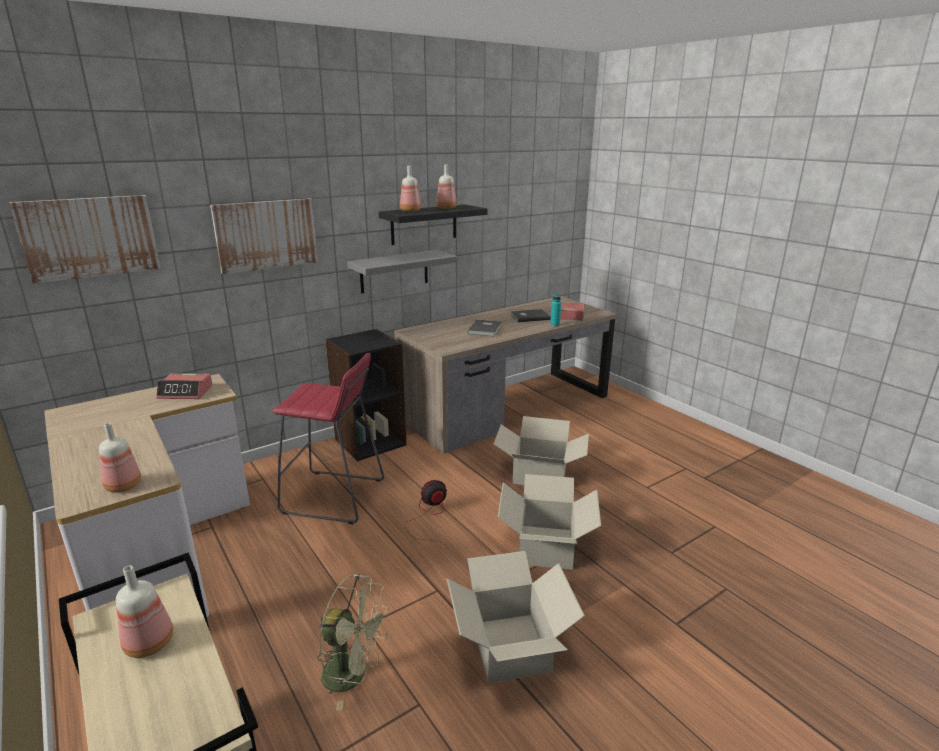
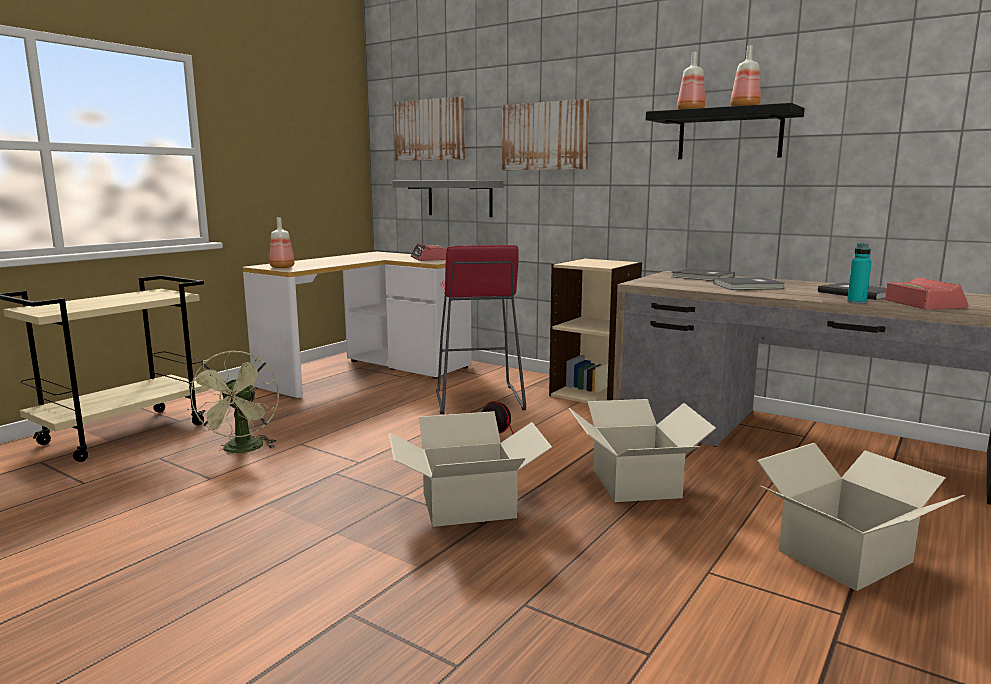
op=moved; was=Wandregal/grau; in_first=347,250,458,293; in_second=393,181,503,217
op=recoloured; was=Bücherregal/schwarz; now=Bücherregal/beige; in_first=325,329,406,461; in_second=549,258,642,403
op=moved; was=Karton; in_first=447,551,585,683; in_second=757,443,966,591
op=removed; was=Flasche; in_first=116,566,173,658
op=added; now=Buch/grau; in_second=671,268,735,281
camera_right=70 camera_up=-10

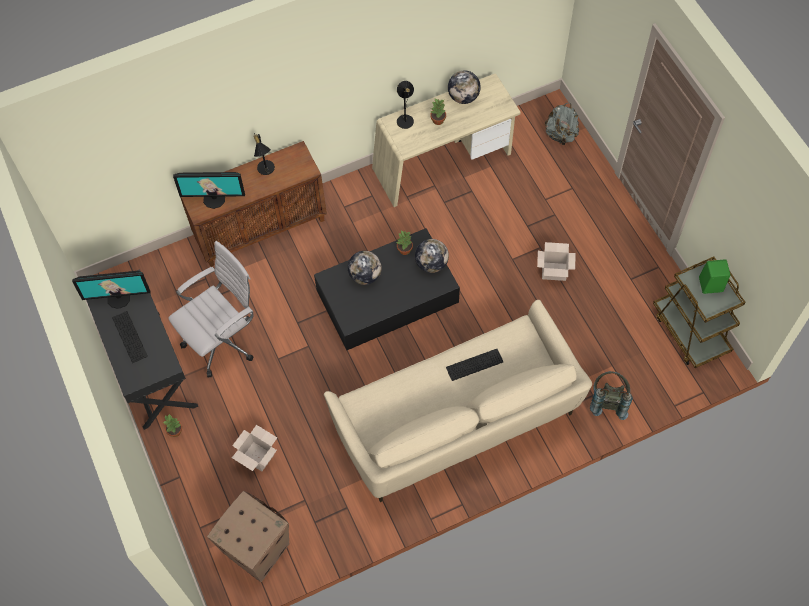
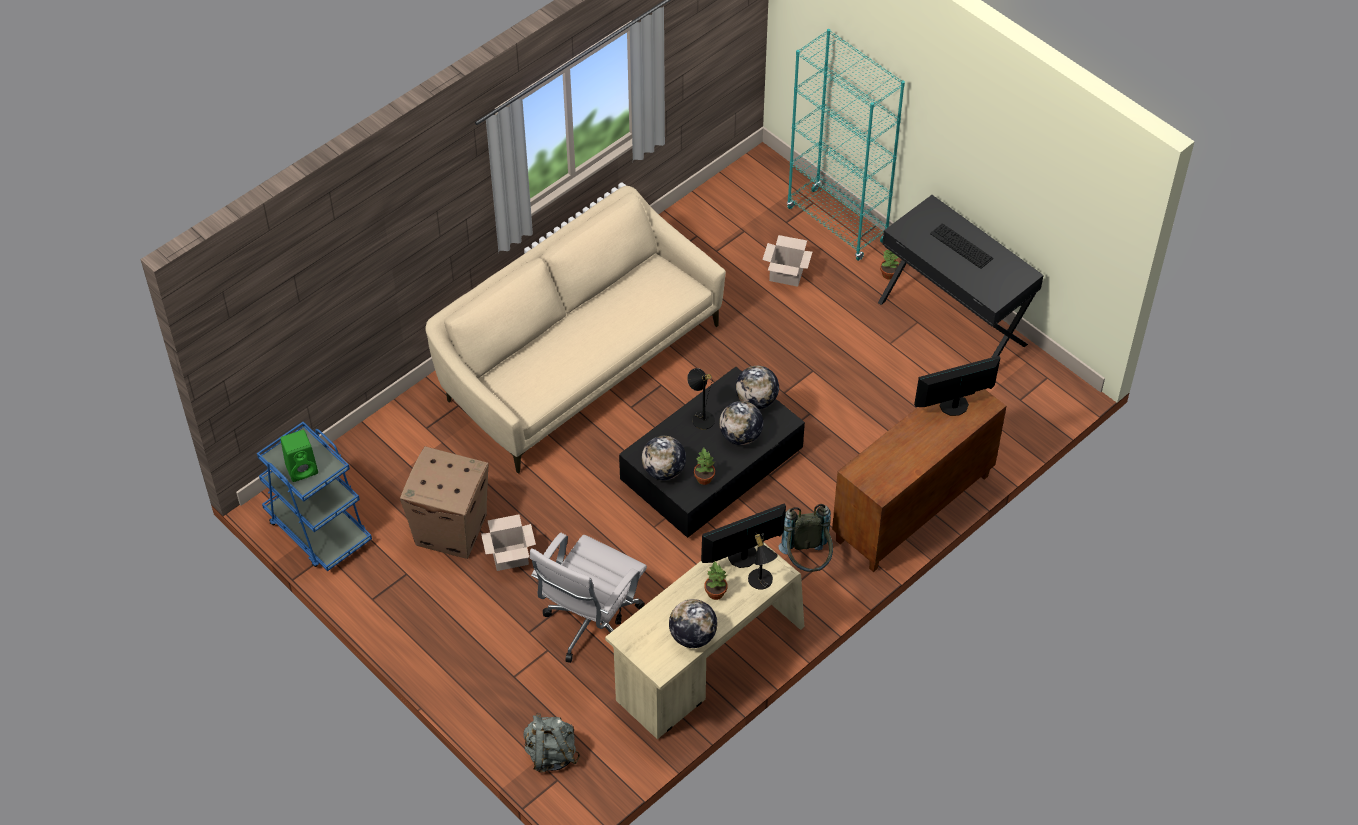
op=moved; was=Tischlampe/schwarz; in_first=254,133,275,175; in_second=687,368,715,430
op=moved; was=Bürostuhl/weiß; in_first=168,241,254,377; in_second=530,532,647,663
op=recoloured; was=Rollwagen/braun; now=Rollwagen/blau; in_first=653,257,746,368; in_second=257,422,372,571
op=moved; was=Monitor; in_first=72,271,150,309; in_second=701,503,786,568
op=removed; was=Tastatur; in_first=446,349,503,381
op=moved; was=Rucksack/grau; in_first=590,371,632,420; in_second=779,504,833,572
op=moved; was=Karton; in_first=207,491,290,582; in_second=400,446,489,559
op=added; now=Bücherregal/türkis; in_second=787,29,905,261
op=added; now=Globus; in_second=736,366,779,409
camera_right=160 camera_up=-10

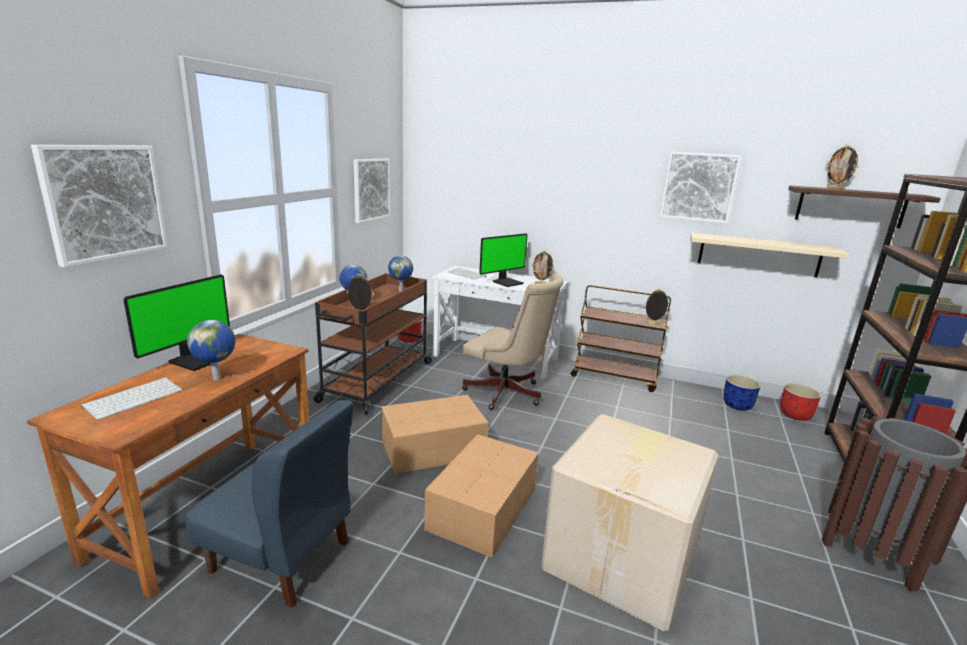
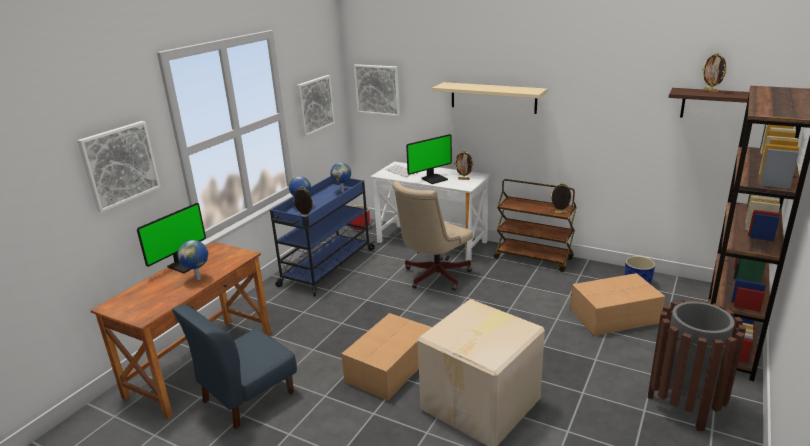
op=moved; was=Bild; in_first=660,152,741,224; in_second=354,64,400,116
op=moved; was=Wandregal/beige; in_first=691,233,849,277; in_second=432,82,548,114
op=recoloured; was=Rollwagen/braun; now=Rollwagen/blau; in_first=314,273,433,415; in_second=270,176,375,297
op=turned; was=Bürostuhl/beige; in_first=462,273,564,410; in_second=392,181,473,290; clockwise=90
op=removed; was=Tastatur; in_first=80,377,183,420
op=removed; was=Pflanzkübel/rot; in_first=781,384,821,421
op=moved; was=Karton; in_first=381,395,489,474; in_second=570,273,665,336
op=turned; was=Stuhl/blau; in_first=185,400,354,608; in_second=172,305,297,429; clockwise=105
camera_right=10 camera_up=5

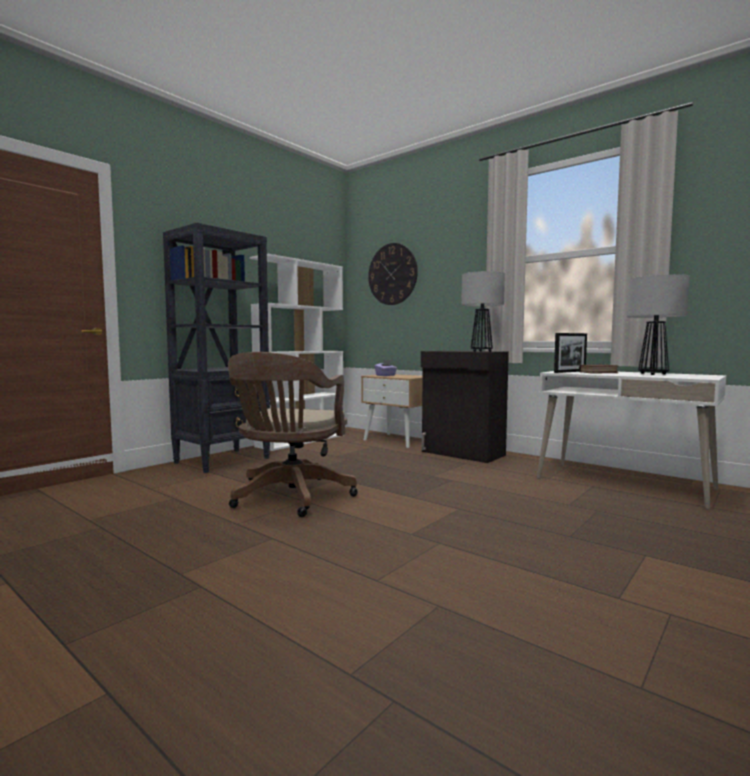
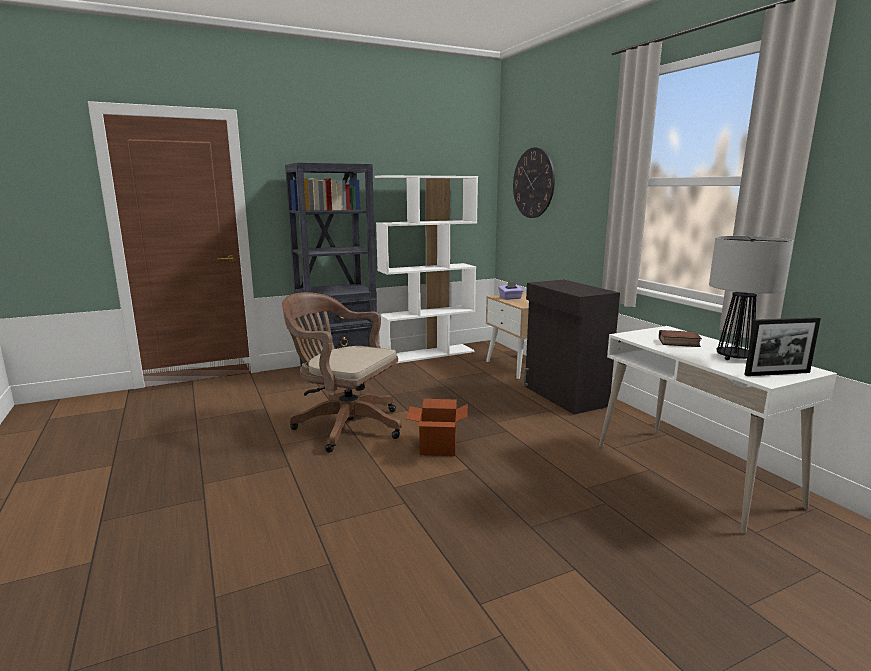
op=removed; was=Tischlampe; in_first=461,271,505,352
op=moved; was=Bilderrahmen; in_first=554,333,587,373; in_second=744,317,821,376
op=turned; was=Bürostuhl/braun; in_first=228,352,358,517; in_second=282,292,401,453; clockwise=75
op=added; now=Karton; in_second=406,399,468,456
camera_right=25 camera_up=10

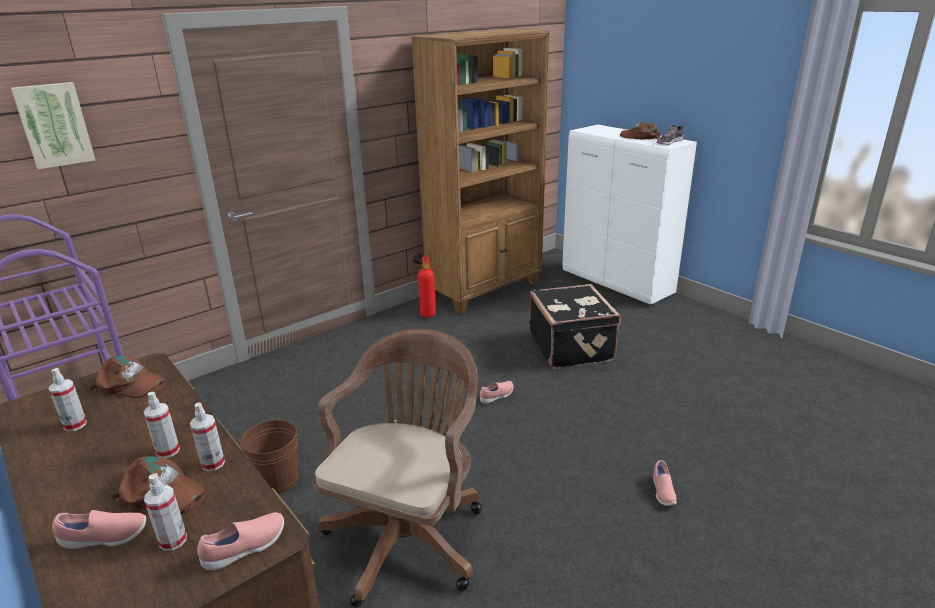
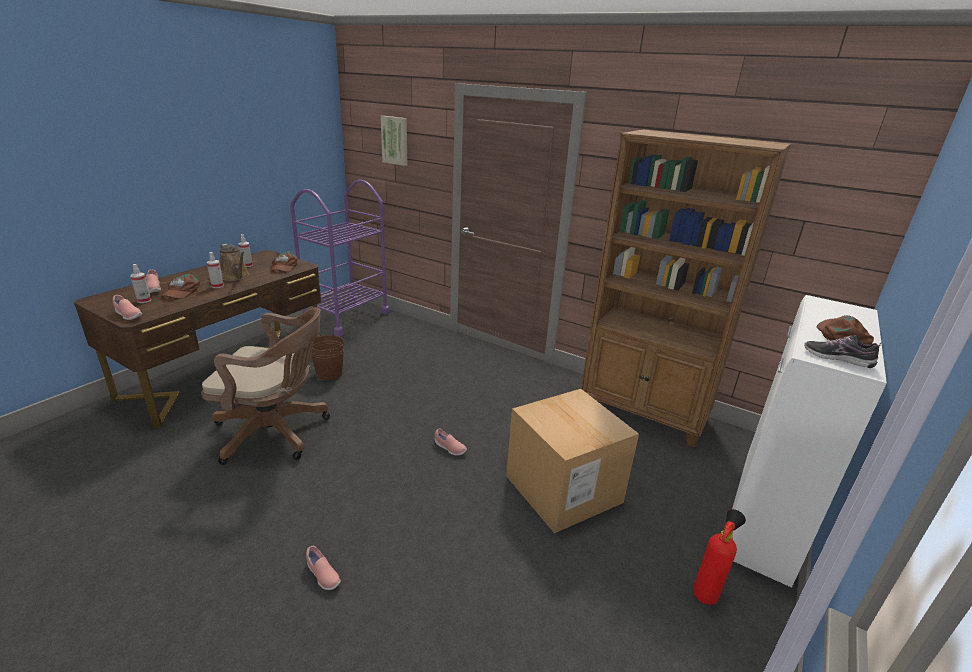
op=moved; was=Feuerlöscher; in_first=413,253,436,318; in_second=693,509,746,605
op=replaced; was=Koffer/schwarz; now=Karton; in_first=529,284,621,369; in_second=506,389,639,533
op=removed; was=Sprühflasche; in_first=190,402,225,472
op=turned; was=Schuh/rosa; in_first=653,460,677,506; in_second=306,546,341,590; clockwise=-120
op=added; now=Gießkanne/braun; in_second=219,244,249,281
camera_right=70 camera_up=0

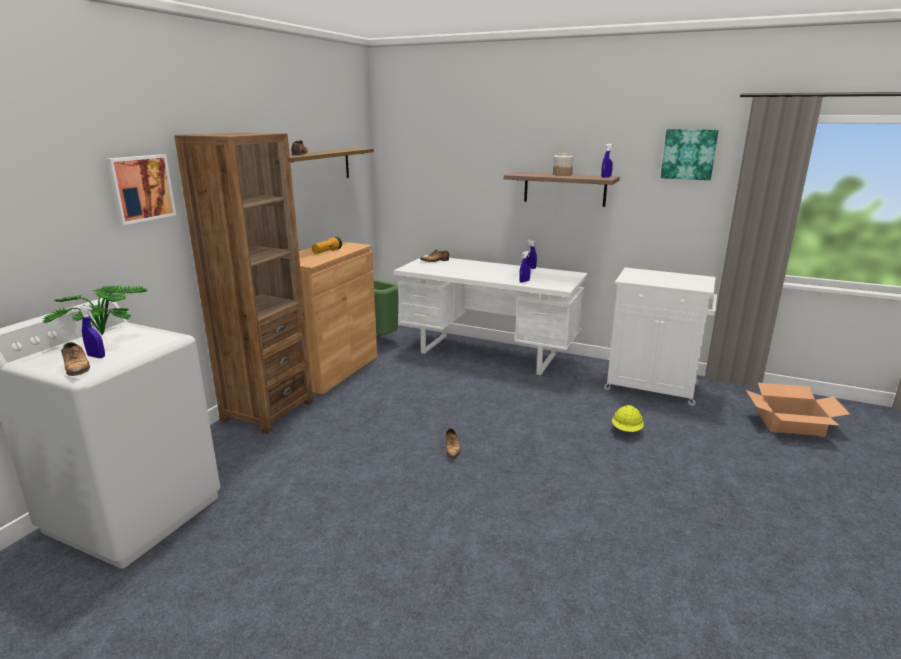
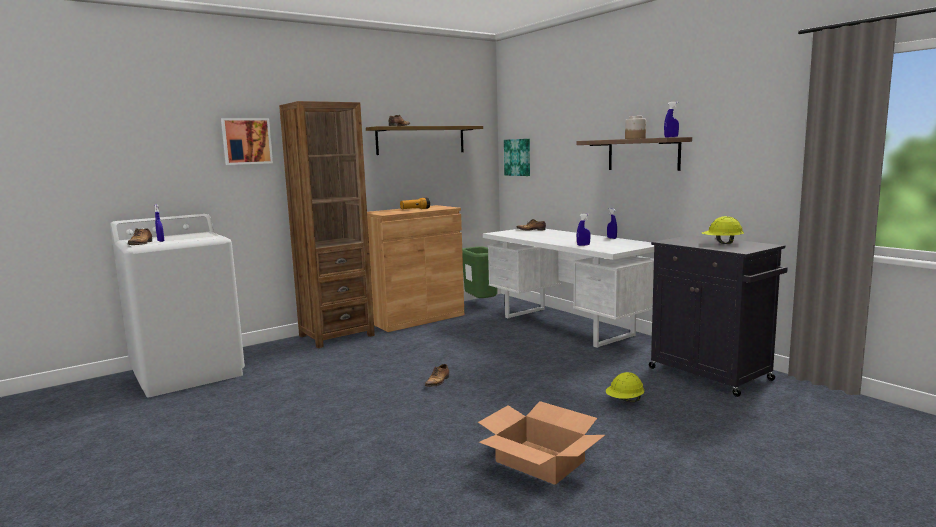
op=moved; was=Bild; in_first=660,129,718,180; in_second=504,139,530,176
op=recoloured; was=Schrank/weiß; now=Schrank/schwarz; in_first=604,268,717,406; in_second=649,235,788,397
op=removed; was=Topfpflanze; in_first=42,286,147,335
op=moved; was=Karton; in_first=746,383,850,436; in_second=478,401,605,485
op=added; now=Schutzhelm/gelb; in_second=702,216,744,244
camera_right=30 camera_up=-10

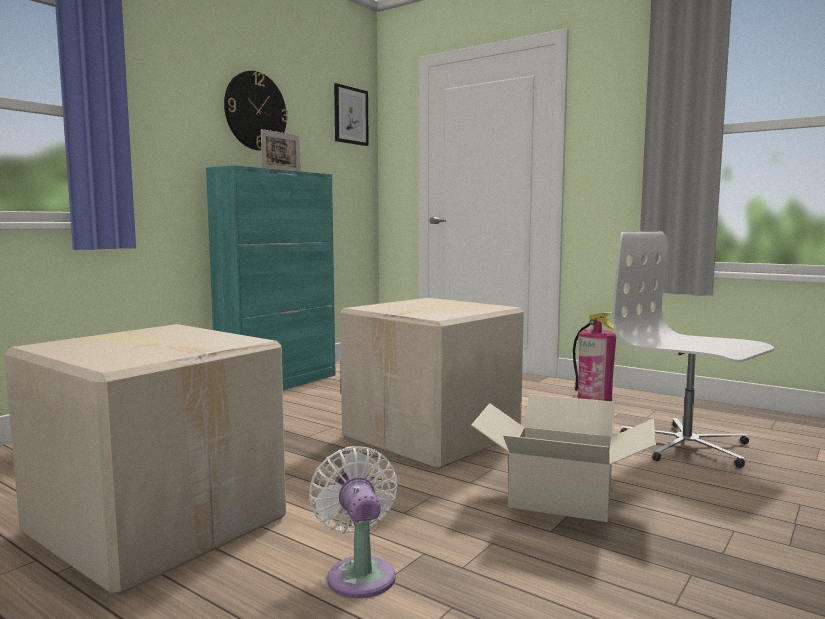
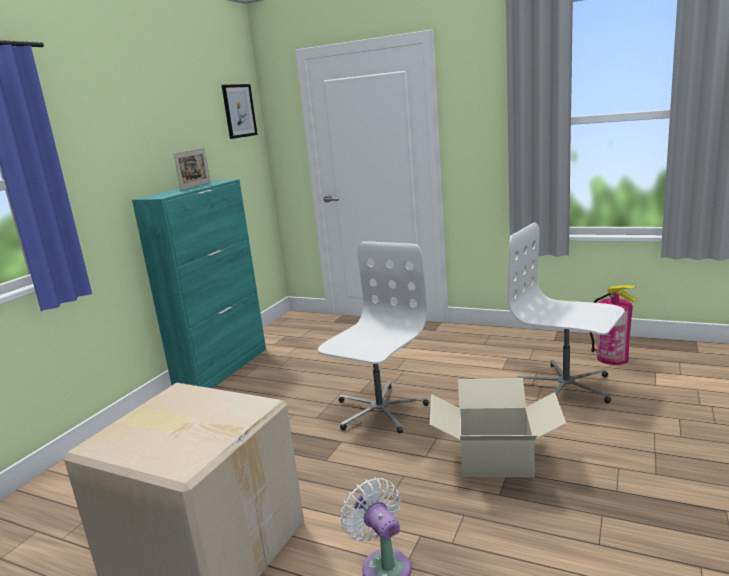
op=removed; was=Wanduhr; in_first=224,71,288,150
op=replaced; was=Karton; now=Bürostuhl/weiß; in_first=340,298,524,470; in_second=318,241,429,433
op=moved; was=Feuerlöscher; in_first=573,312,616,401; in_second=590,285,638,365
camera_right=-10 camera_up=10

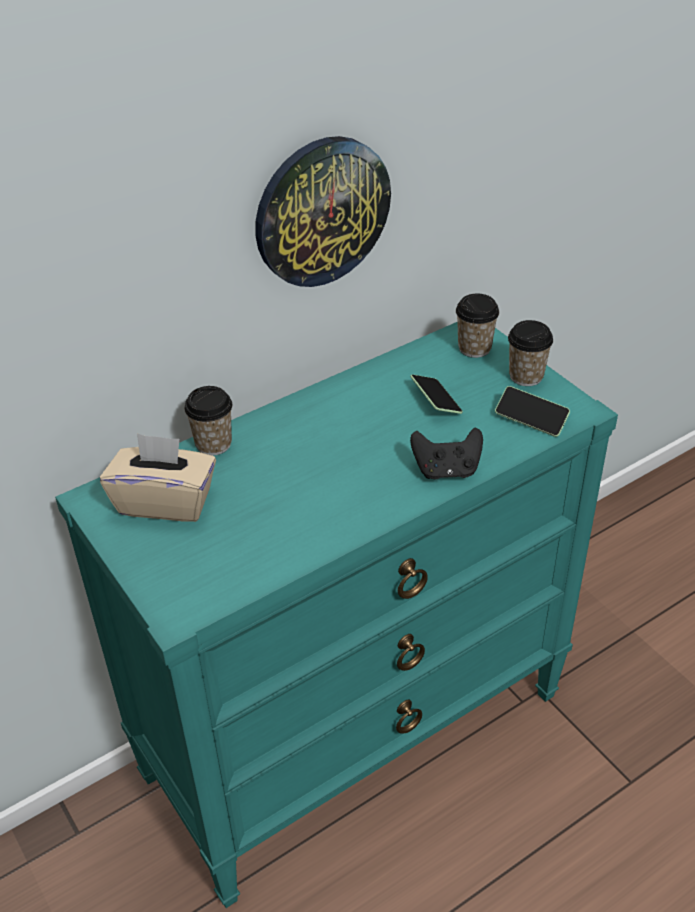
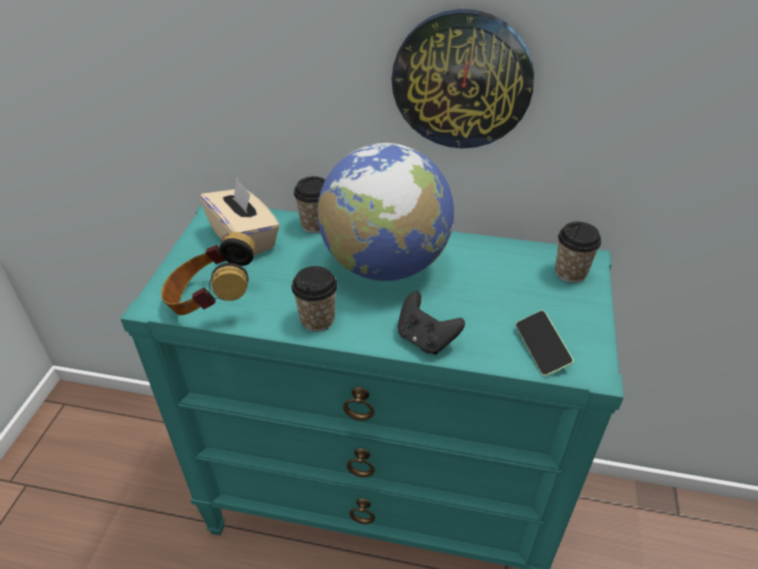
op=moved; was=Tasse; in_first=508,320,553,386; in_second=292,266,338,332
op=removed; was=Handy; in_first=410,375,463,414
op=added; now=Globus; in_second=317,143,454,281
op=added; now=Kopfhörer; in_second=161,232,256,315
camera_right=45 camera_up=0

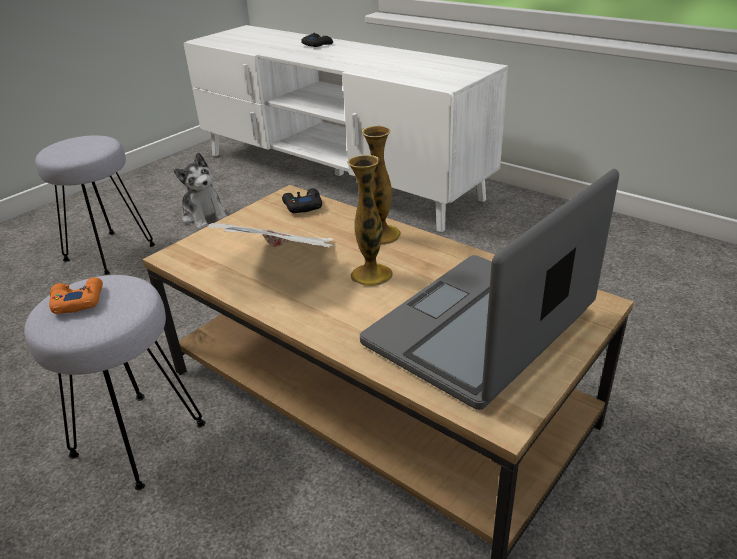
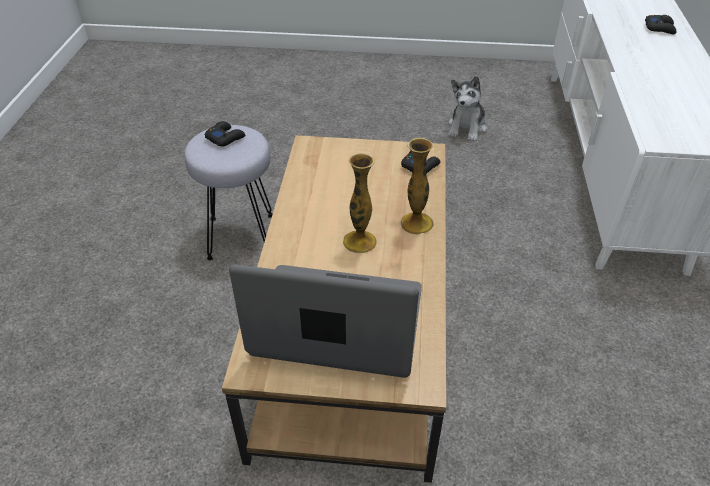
op=removed; was=Hocker/grau; in_first=35,135,155,275
op=removed; was=Zeitung; in_first=207,223,335,248
op=recoloured; was=Gamepad/orange; now=Gamepad/schwarz; in_first=49,277,103,314; in_second=205,121,245,147
camera_right=55 camera_up=10

